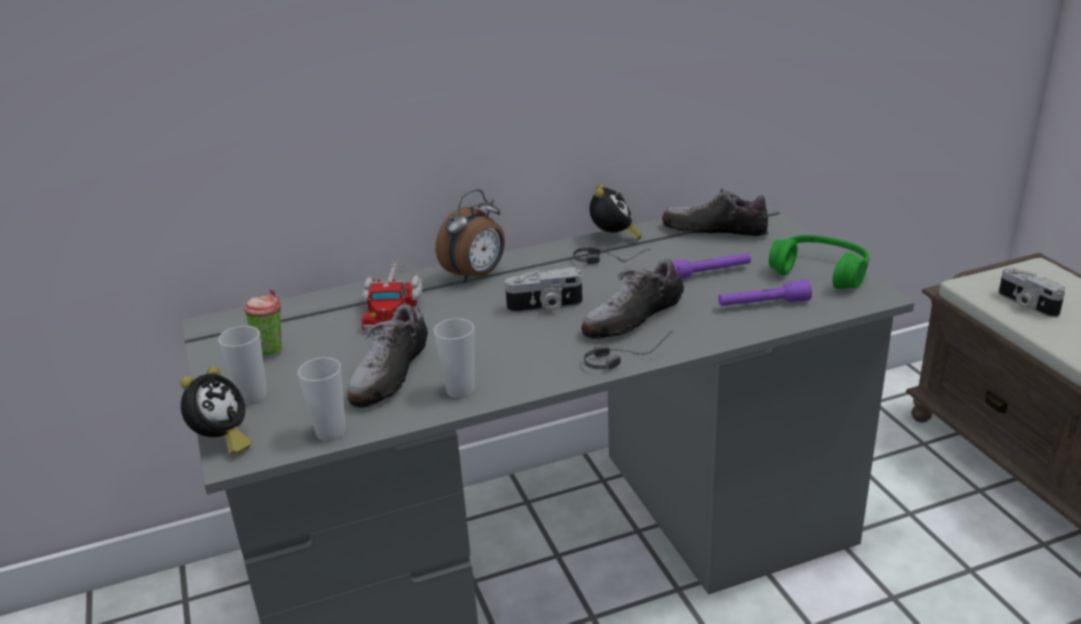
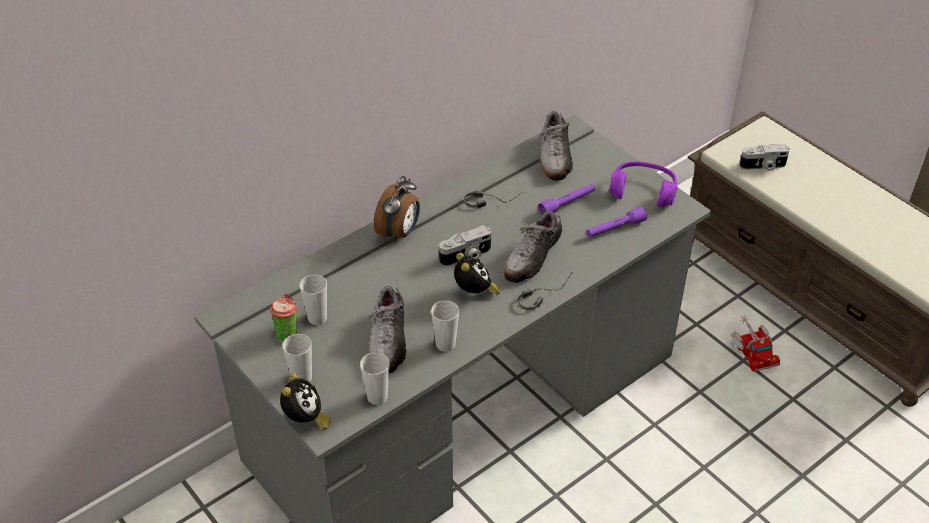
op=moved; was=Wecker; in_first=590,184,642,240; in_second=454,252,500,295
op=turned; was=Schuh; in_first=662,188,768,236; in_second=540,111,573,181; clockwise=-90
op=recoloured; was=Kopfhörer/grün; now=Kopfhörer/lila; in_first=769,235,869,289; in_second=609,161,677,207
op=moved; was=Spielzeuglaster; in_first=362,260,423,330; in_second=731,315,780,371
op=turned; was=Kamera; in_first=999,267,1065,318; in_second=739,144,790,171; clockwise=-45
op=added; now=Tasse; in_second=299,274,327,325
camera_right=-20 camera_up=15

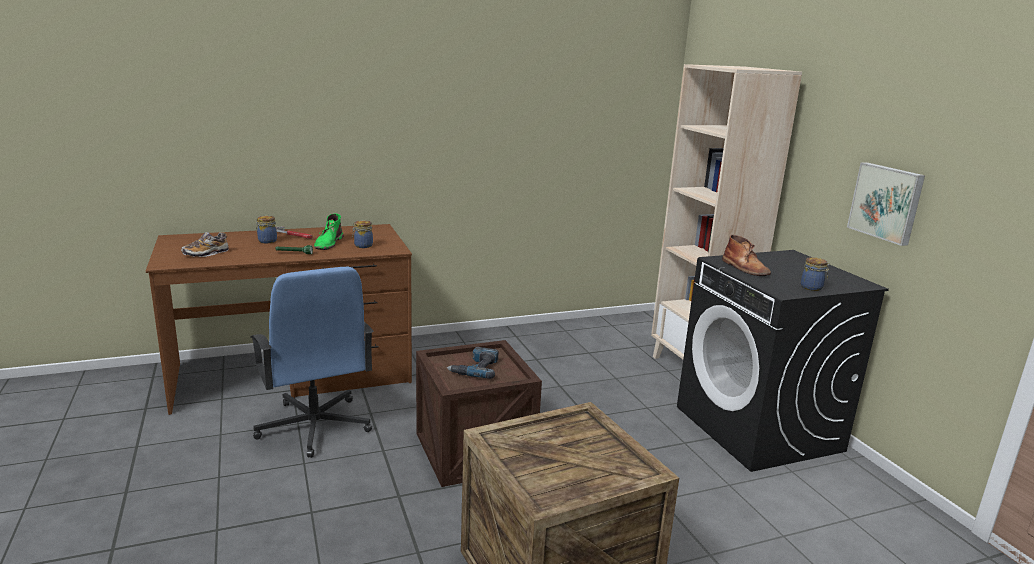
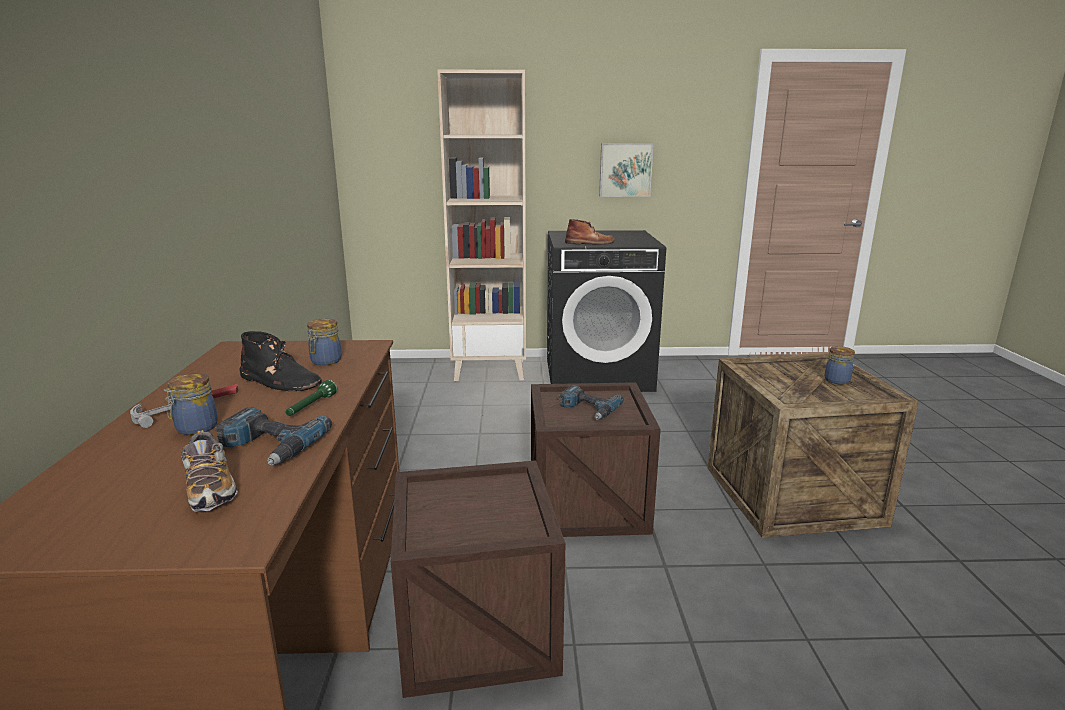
op=recoloured; was=Stiefel/grün; now=Stiefel/schwarz; in_first=314,213,343,250; in_second=239,331,322,391
op=moved; was=Vorratsglas; in_first=801,257,830,291; in_second=825,346,855,385
op=replaced; was=Bürostuhl/blau; now=Kiste; in_first=250,267,373,458; in_second=391,460,565,698
op=added; now=Bohrmaschine; in_second=215,407,332,465
camera_right=-70 camera_up=0

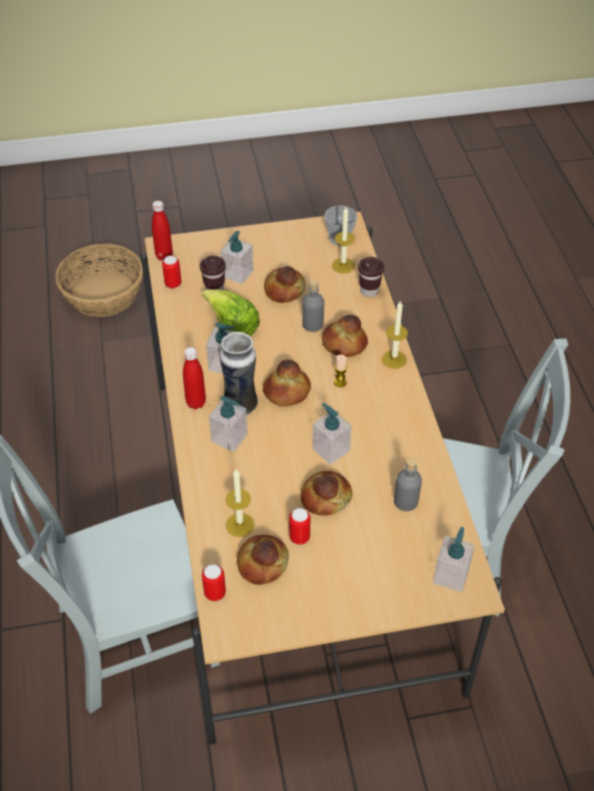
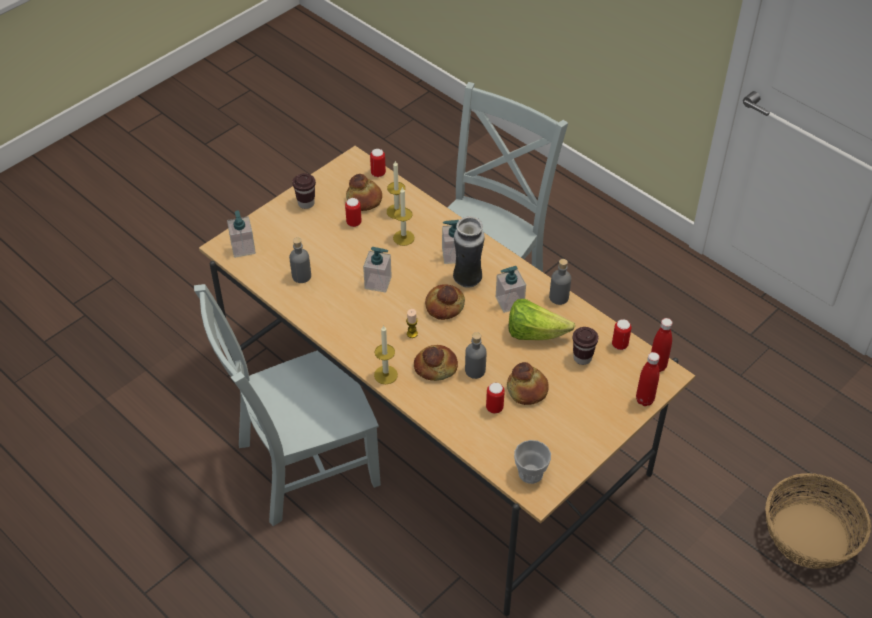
op=moved; was=Kerze; in_first=332,207,355,273; in_second=393,187,415,246
op=removed; was=Seifenspender; in_first=220,231,253,284
op=moved; was=Tasse/braun; in_first=358,257,384,297; in_second=292,173,316,209
op=moved; was=Flasche/rot; in_first=183,347,206,409; in_second=636,352,660,406
op=removed; was=Brot; in_first=300,471,352,516
op=added; now=Flasche/grau; in_second=549,259,571,305
op=added; now=Dose; in_second=486,383,505,414
camera_right=145 camera_up=0

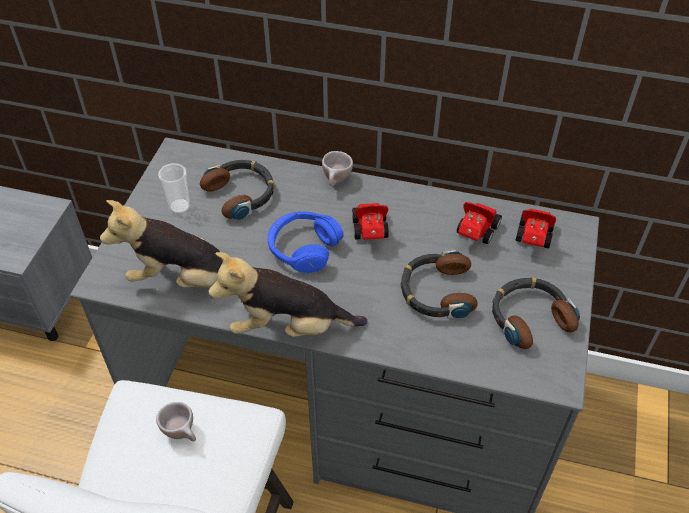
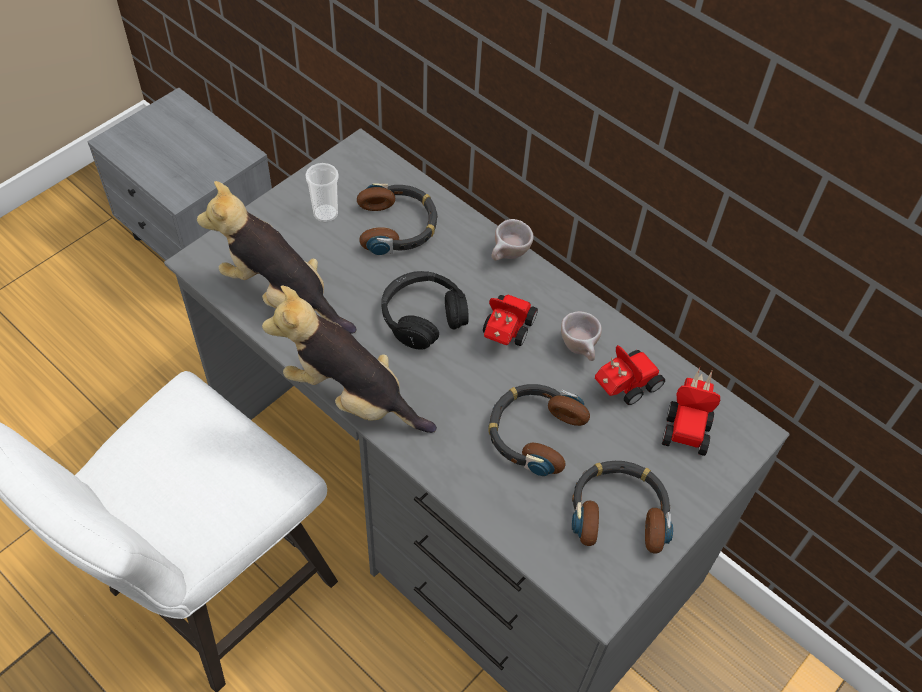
op=turned; was=Spielzeugauto; in_first=516,209,556,248; in_second=662,367,720,456; clockwise=150
op=recoloured; was=Kopfhörer/blau; now=Kopfhörer/schwarz; in_first=267,212,344,273; in_second=381,271,469,350
op=moved; was=Tasse/beige; in_first=156,402,196,442; in_second=561,311,602,361
camera_right=25 camera_up=5

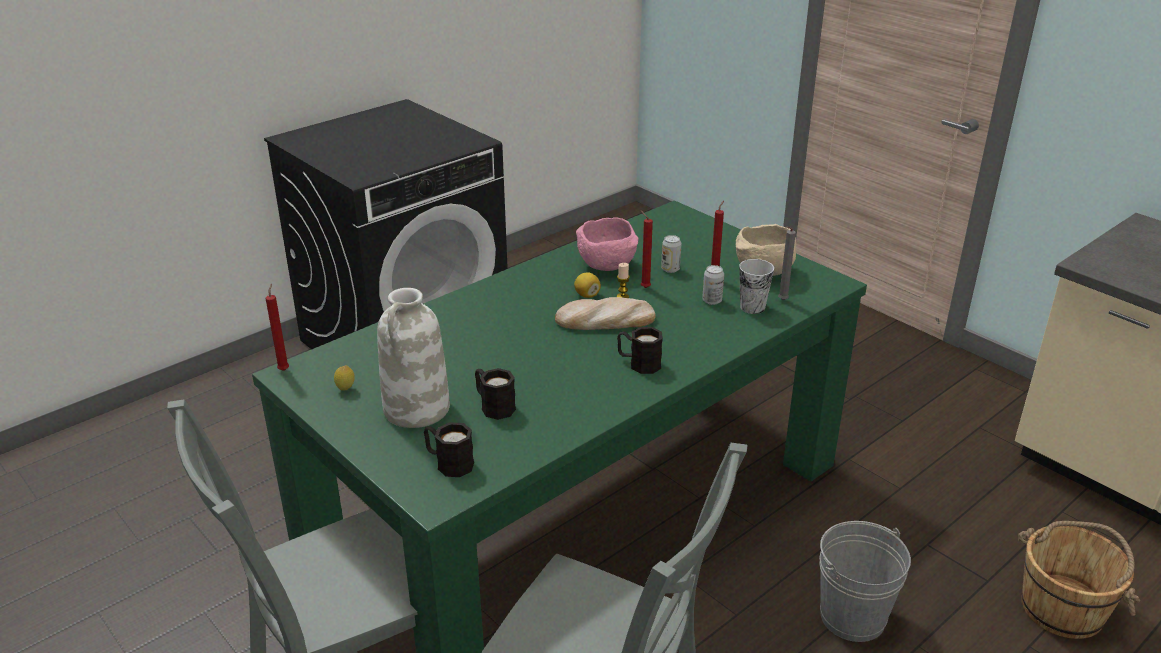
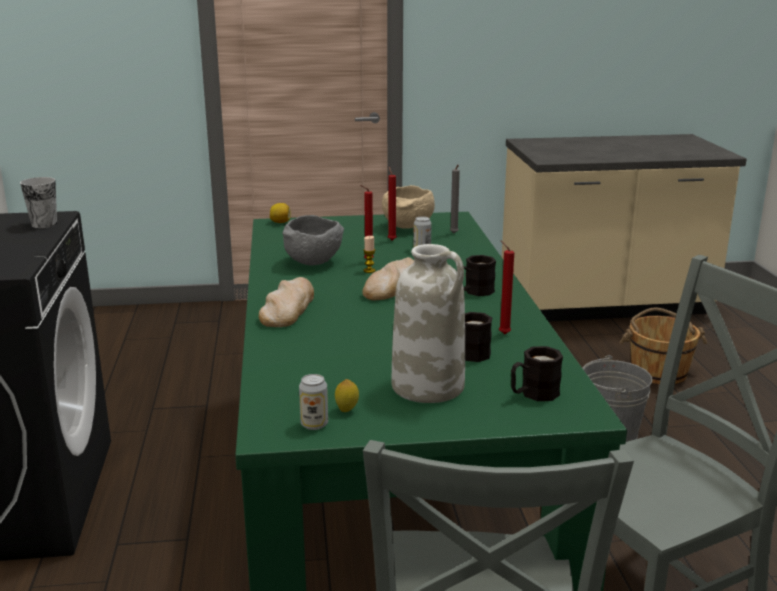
op=recoloured; was=Schüssel/rosa; now=Schüssel/grau; in_first=576,217,639,271; in_second=282,215,344,265
op=moved; was=Dose; in_first=661,235,681,273; in_second=299,374,328,430
op=moved; was=Tasse; in_first=739,259,774,314; in_second=20,177,57,228
op=moved; was=Zitrone; in_first=574,272,601,298; in_second=270,203,291,223
op=moved; was=Kerze/rot; in_first=266,284,289,371; in_second=499,240,514,334
op=added; now=Brot; in_second=259,277,314,327
camera_right=-55 camera_up=-10

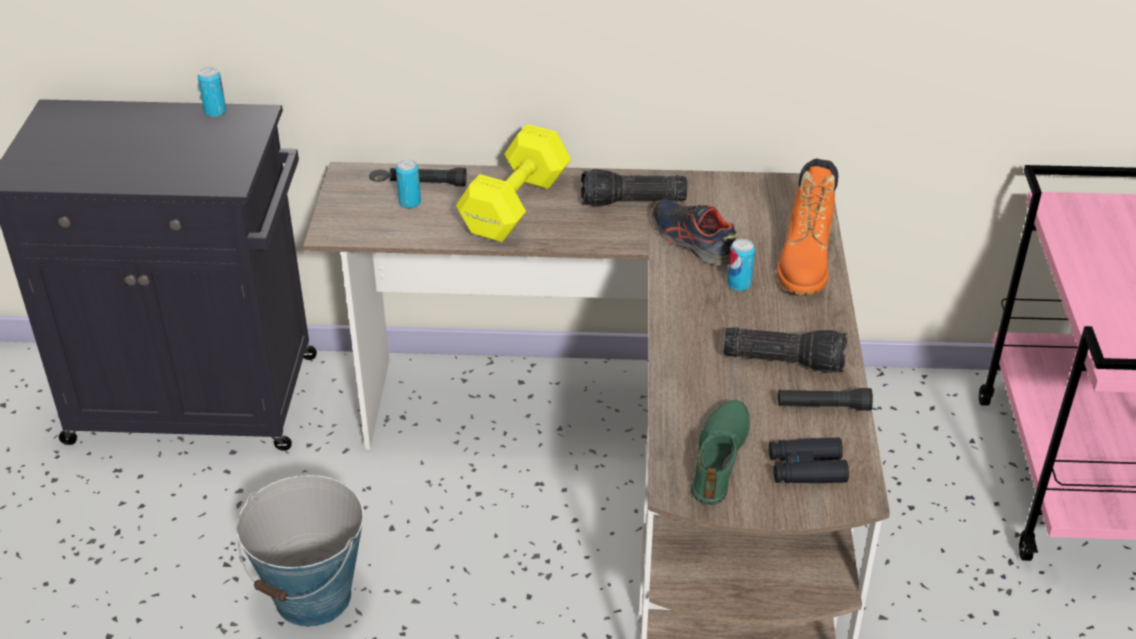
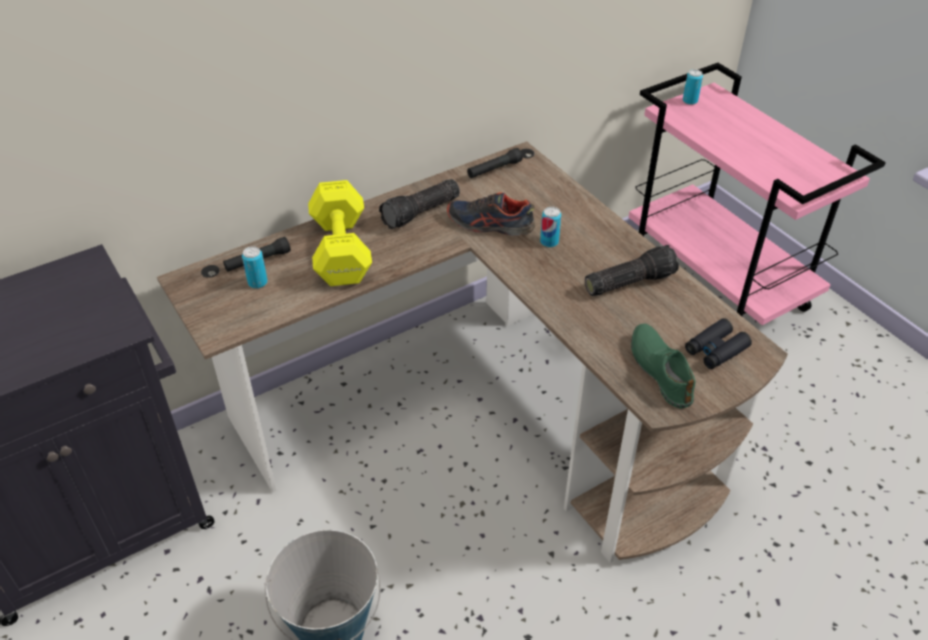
op=moved; was=Dose; in_first=198,67,226,117; in_second=683,70,703,105
op=removed; was=Stiefel/orange; in_first=777,159,838,295
op=moved; was=Taschenlampe/schwarz; in_first=778,388,873,411; in_second=467,148,522,178
camera_right=-35 camera_up=5

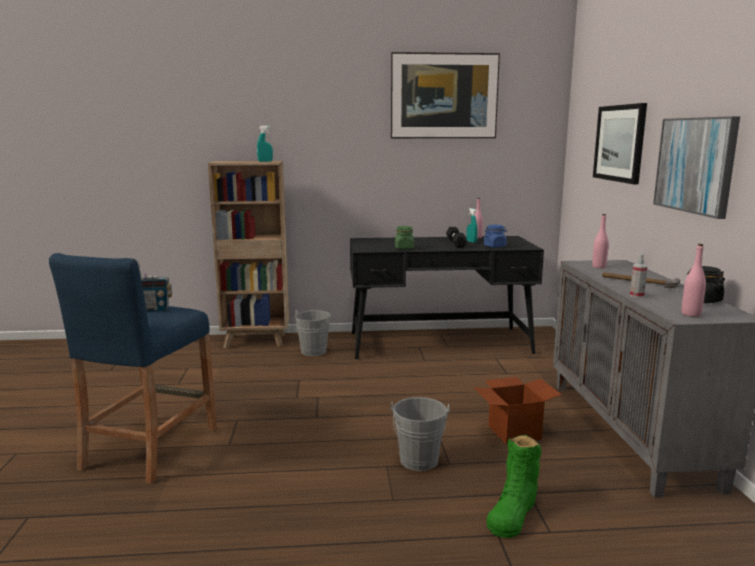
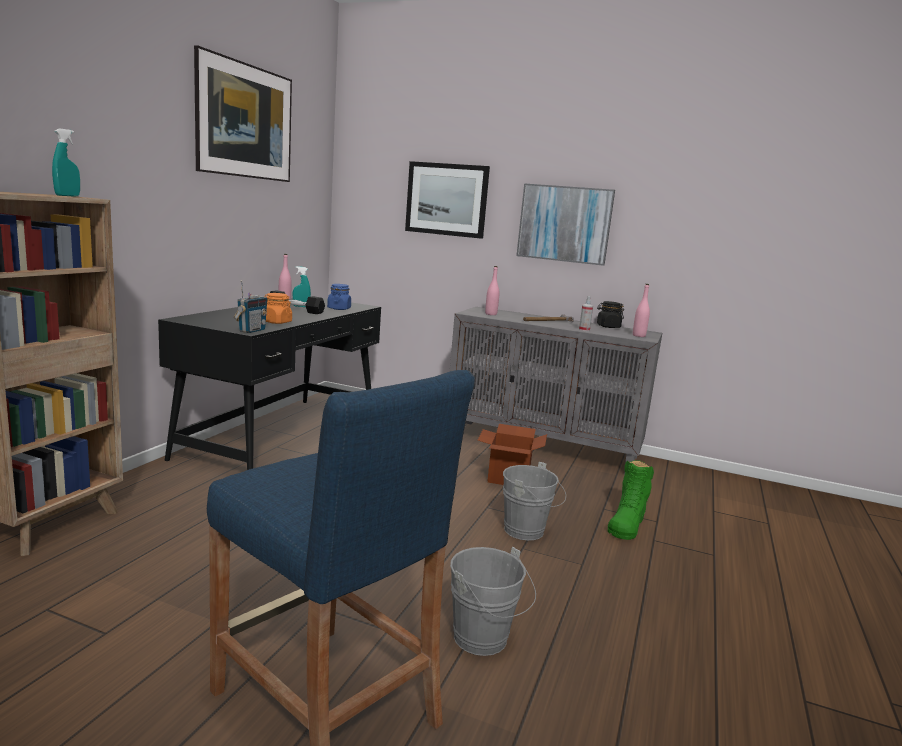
op=recoloured; was=Vorratsglas/grün; now=Vorratsglas/orange; in_first=395,226,414,249; in_second=264,293,292,324
op=moved; was=Radio; in_first=137,261,172,311; in_second=234,280,267,333
op=moved; was=Eimer/grau; in_first=291,310,331,356; in_second=450,547,536,656
op=turned; was=Stiefel/grün; in_first=486,434,542,538; in_second=608,460,654,540; clockwise=60
camera_right=-65 camera_up=0

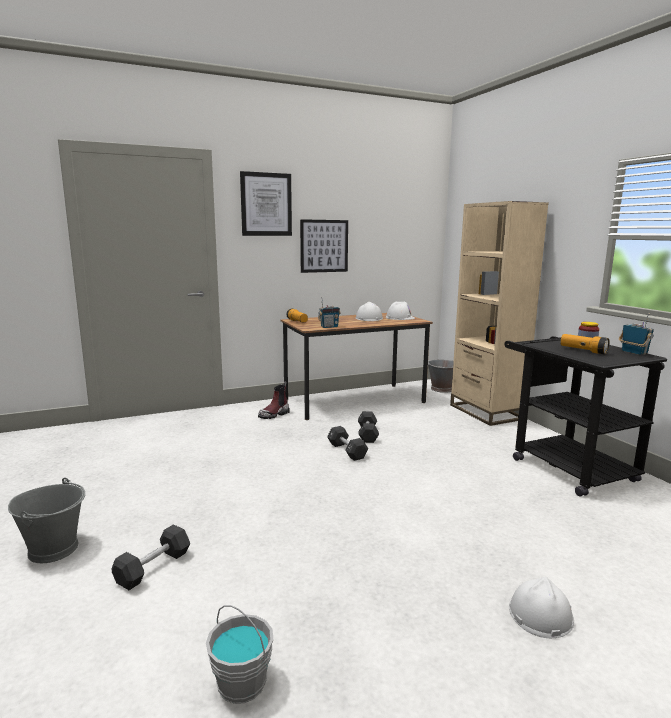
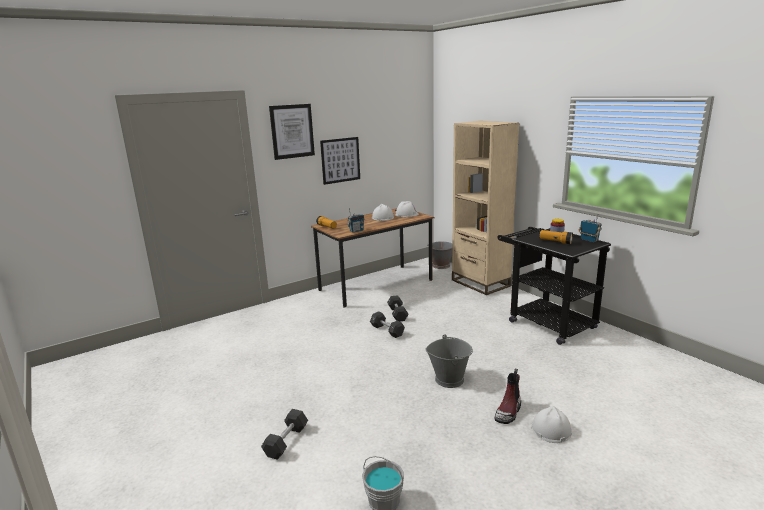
op=moved; was=Stiefel; in_first=258,381,290,419; in_second=495,368,521,424
op=moved; was=Eimer/grau; in_first=8,478,85,563; in_second=425,334,473,388
camera_right=-10 camera_up=5

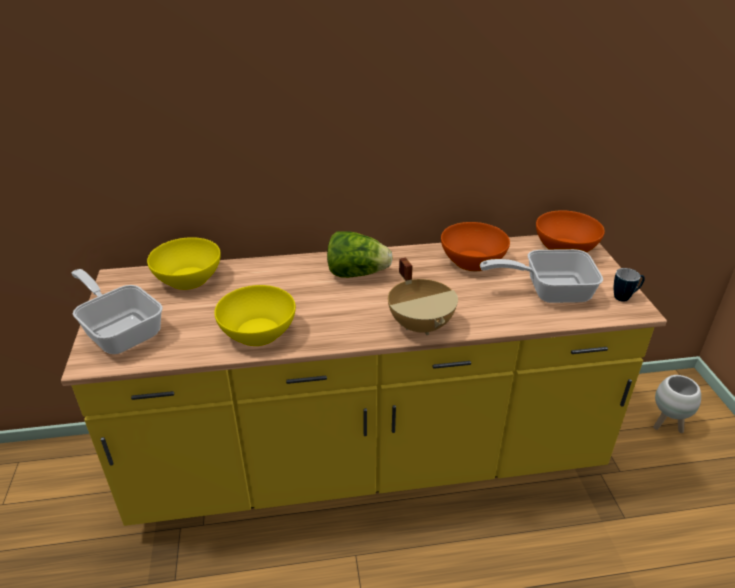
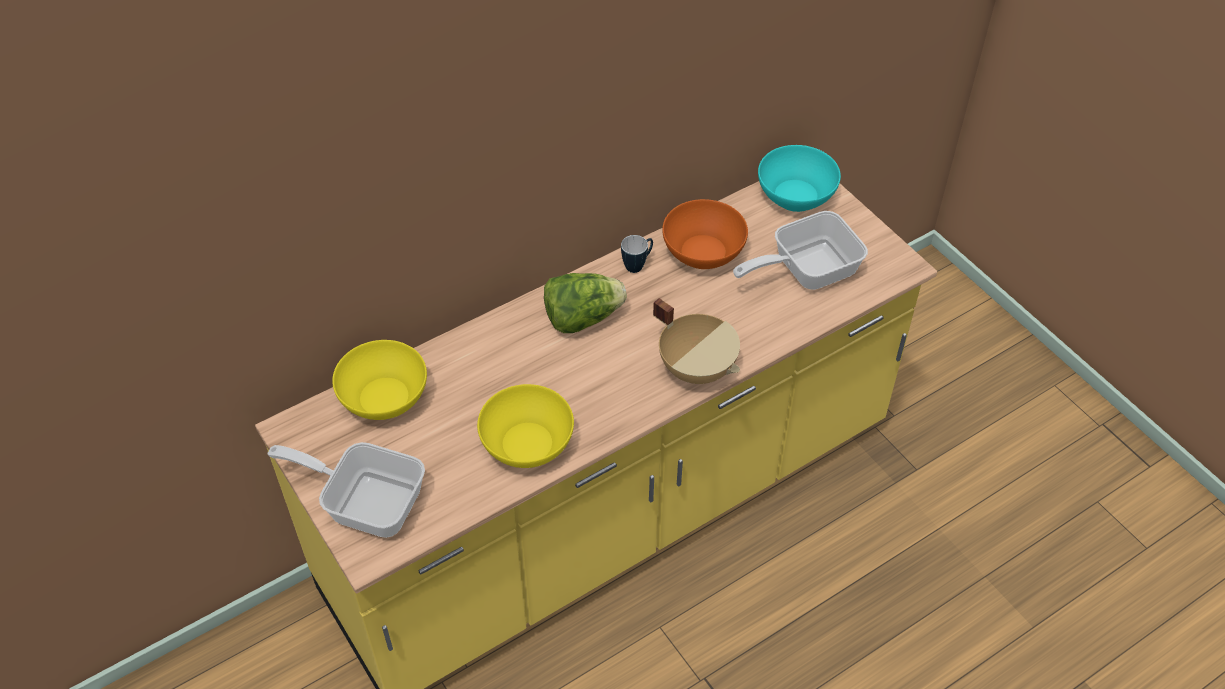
op=recoloured; was=Schüssel/orange; now=Schüssel/türkis; in_first=536,210,605,253; in_second=758,145,841,212
op=moved; was=Henkelbecher; in_first=614,268,645,302; in_second=621,235,653,273
op=removed; was=Pflanzkübel/weiß; in_first=653,375,701,433
camera_right=-25 camera_up=15

